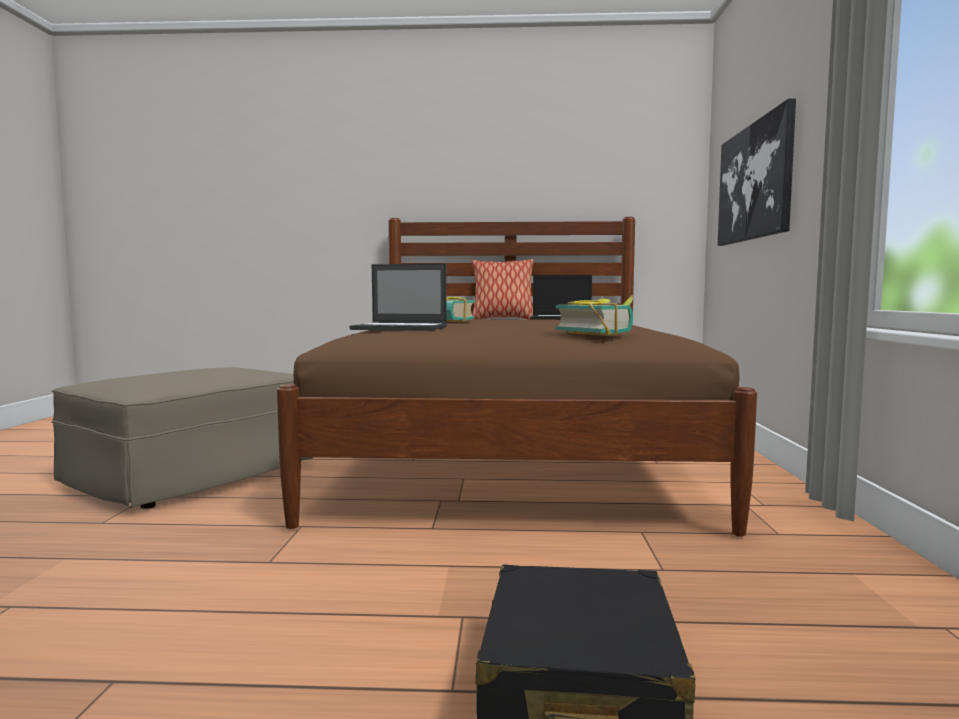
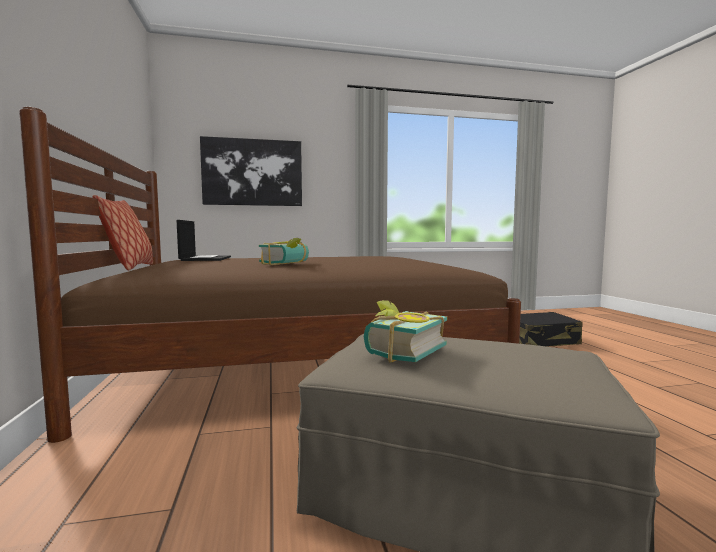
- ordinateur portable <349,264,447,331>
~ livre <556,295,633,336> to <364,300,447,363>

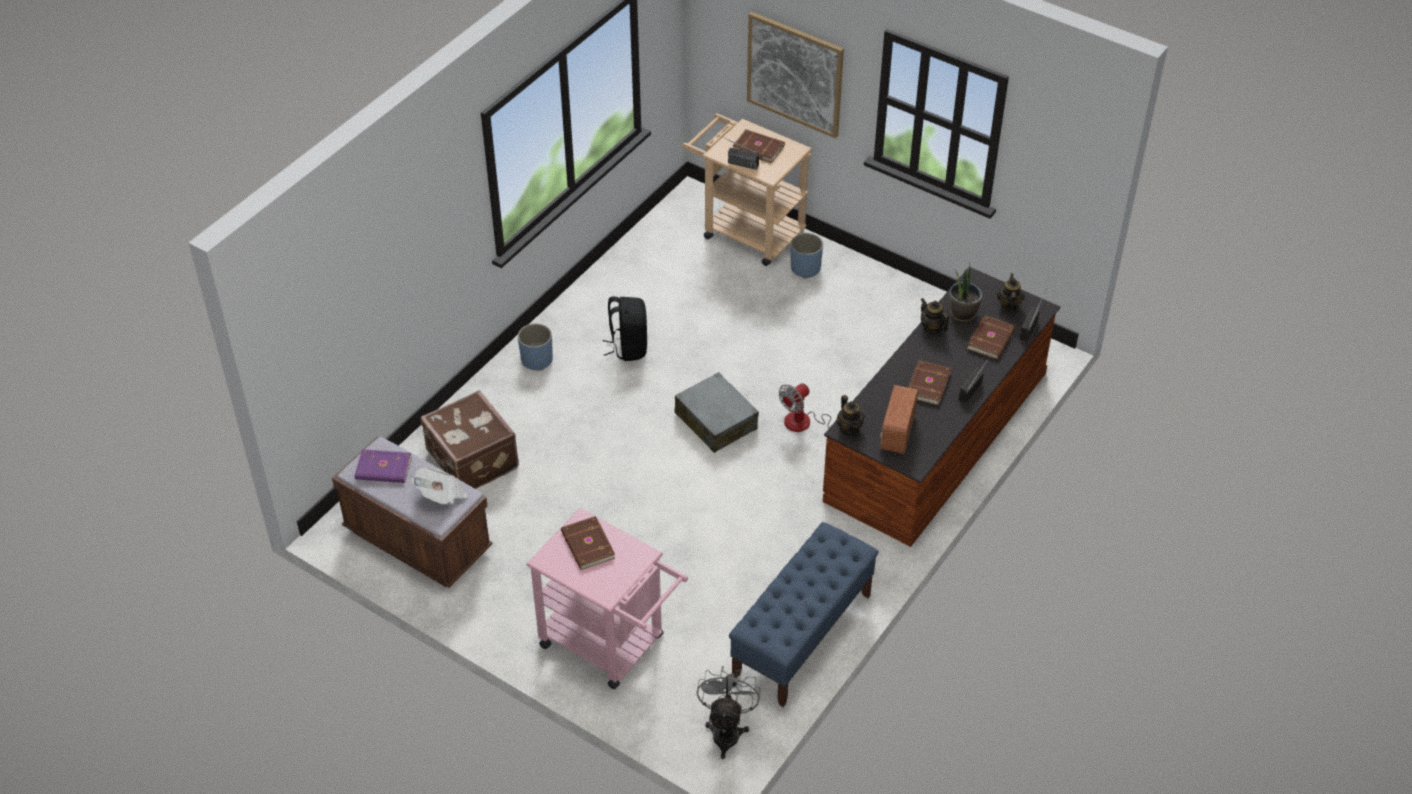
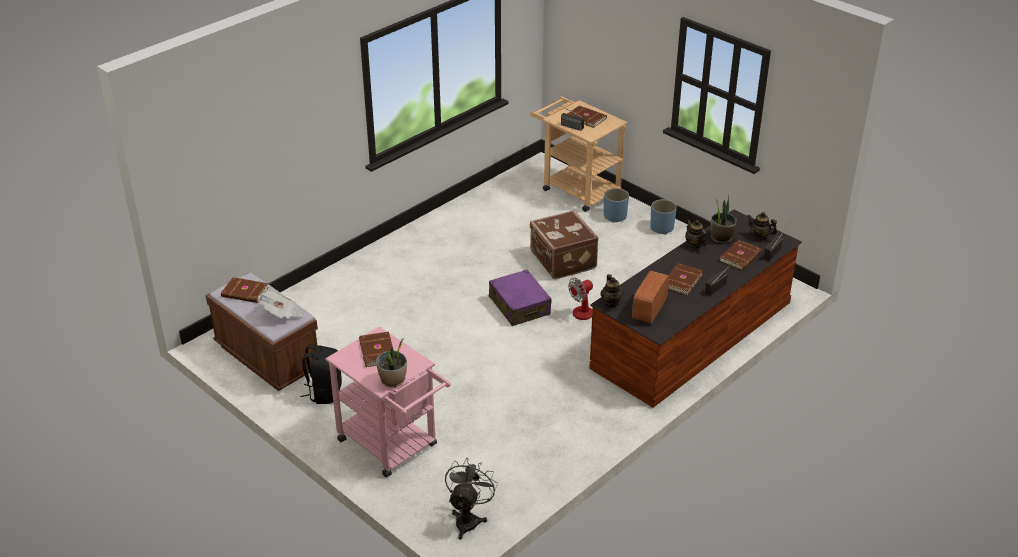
- tableau <747,12,844,138>
~ théière <997,273,1025,312> = <747,212,777,241> 75 degrees counterclockwise
~ sac à dos [noir] <603,296,647,361> to <300,344,342,404>
~ cache-pot [bleu] <518,323,553,371> to <650,199,677,234>
~ valise [gris] <675,372,759,453> to valise [violet] <489,270,551,326>
~ valise [marron] <420,390,519,489> to <530,210,598,279>
~ livre [violet] <355,449,412,483> to livre [marron] <221,277,269,303>
- banc [bleu] <729,522,879,707>
+ plante en pot <376,338,407,388>

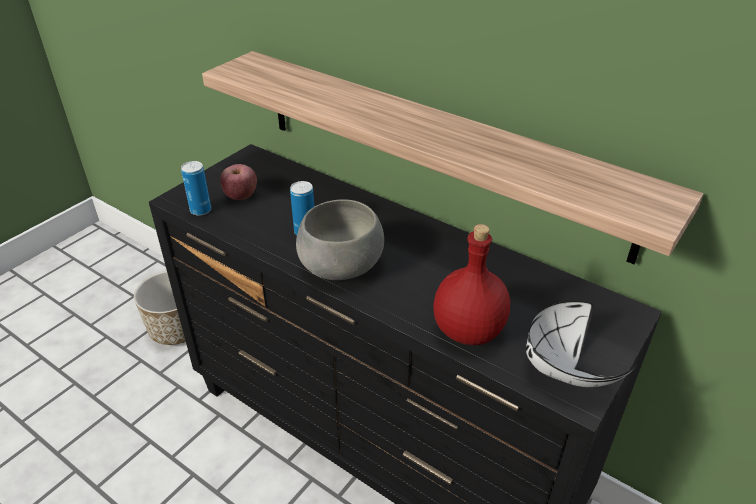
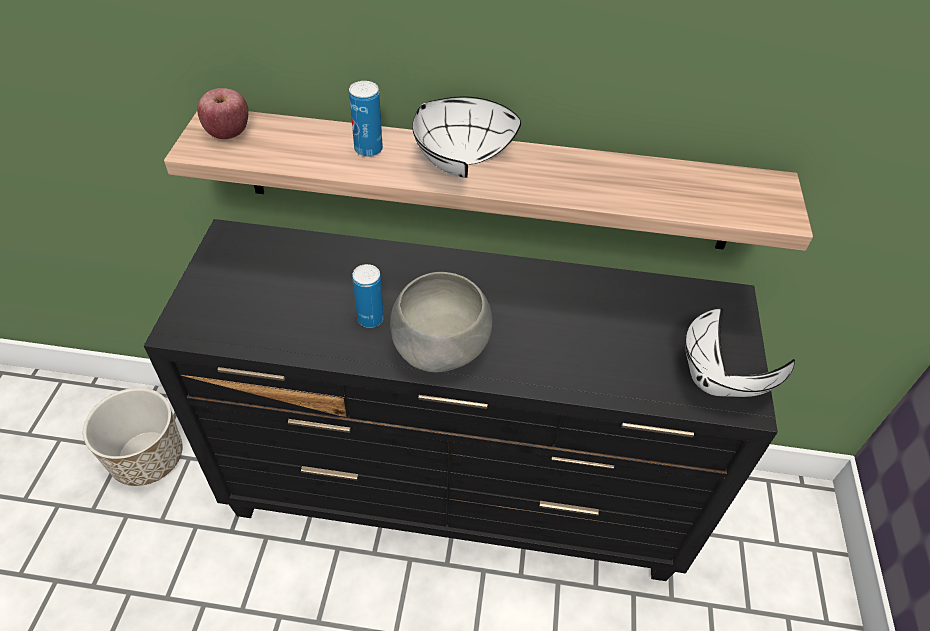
~ boîte métallique <181,161,211,216> to <349,81,383,157>
~ pomme <220,164,257,200> to <197,88,248,139>
- bouteille [rouge] <433,224,510,345>
+ bol [blanc] <412,96,521,178>

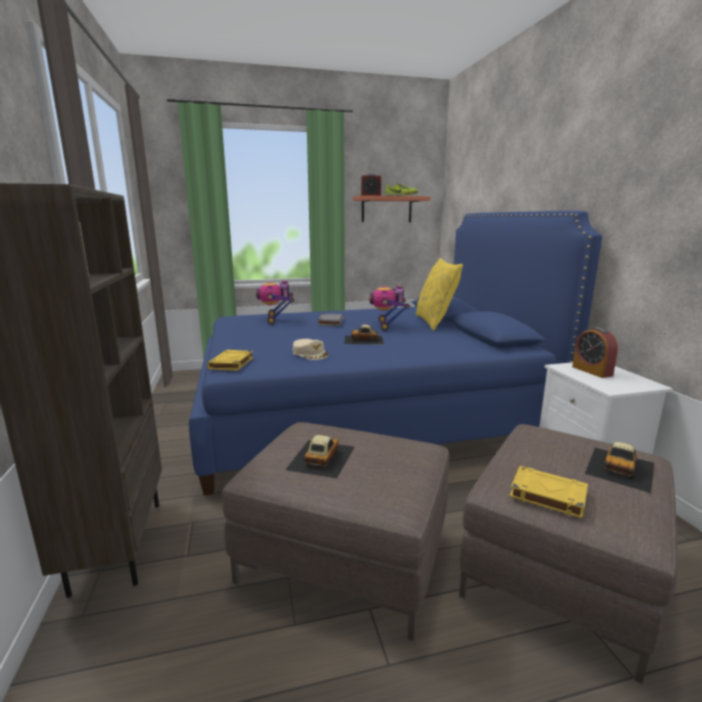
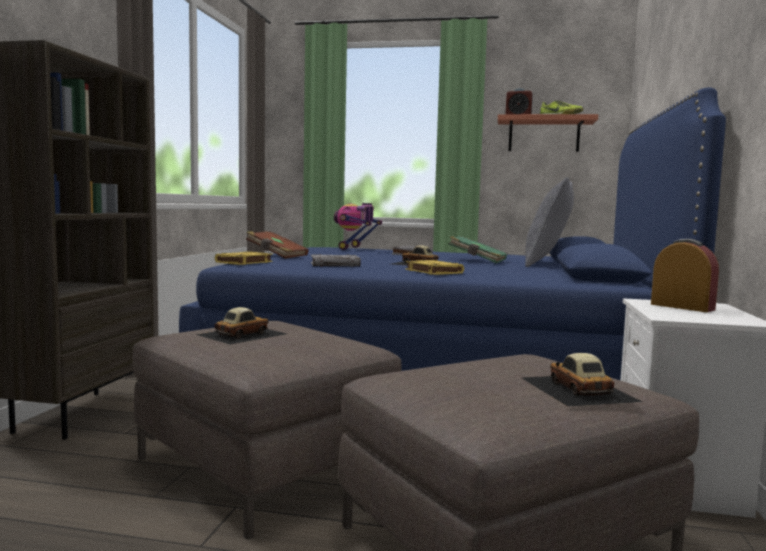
~ coussin [jaune] <416,258,463,331> to coussin [gris] <525,177,574,267>
~ robot jouet <368,285,410,330> to livre [vert] <448,236,507,263>
~ réveil <572,327,618,378> = <651,239,719,312> 135 degrees clockwise
~ casquette [beige] <293,339,328,360> to livre [gris] <311,254,361,267>
~ petite voiture <585,442,655,493> = <522,353,642,406> 105 degrees clockwise
~ livre [jaune] <510,466,588,519> to <405,260,464,275>
+ livre [marron] <246,231,309,259>

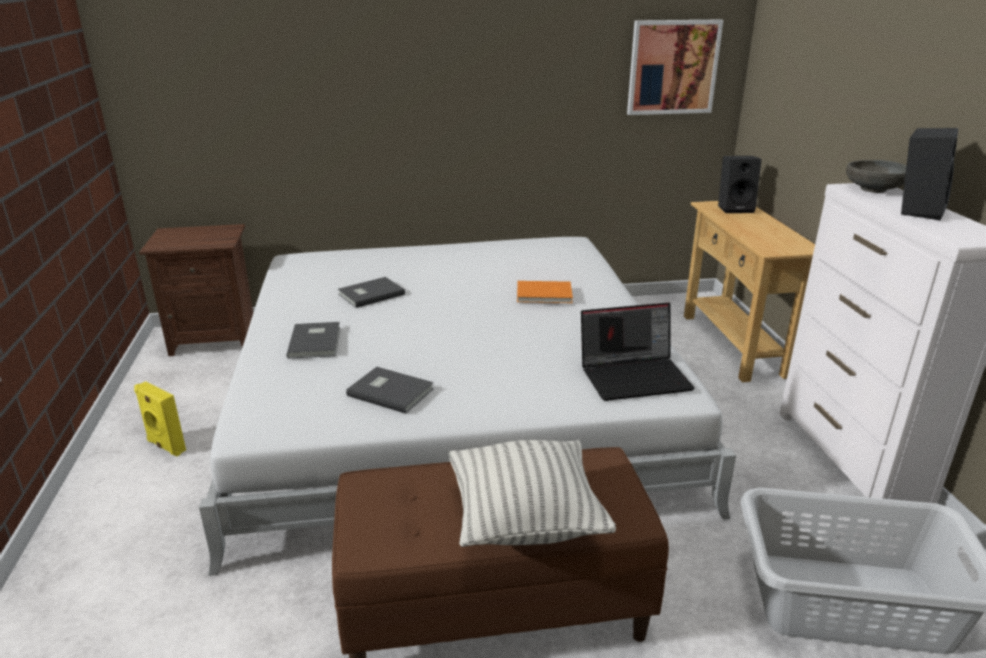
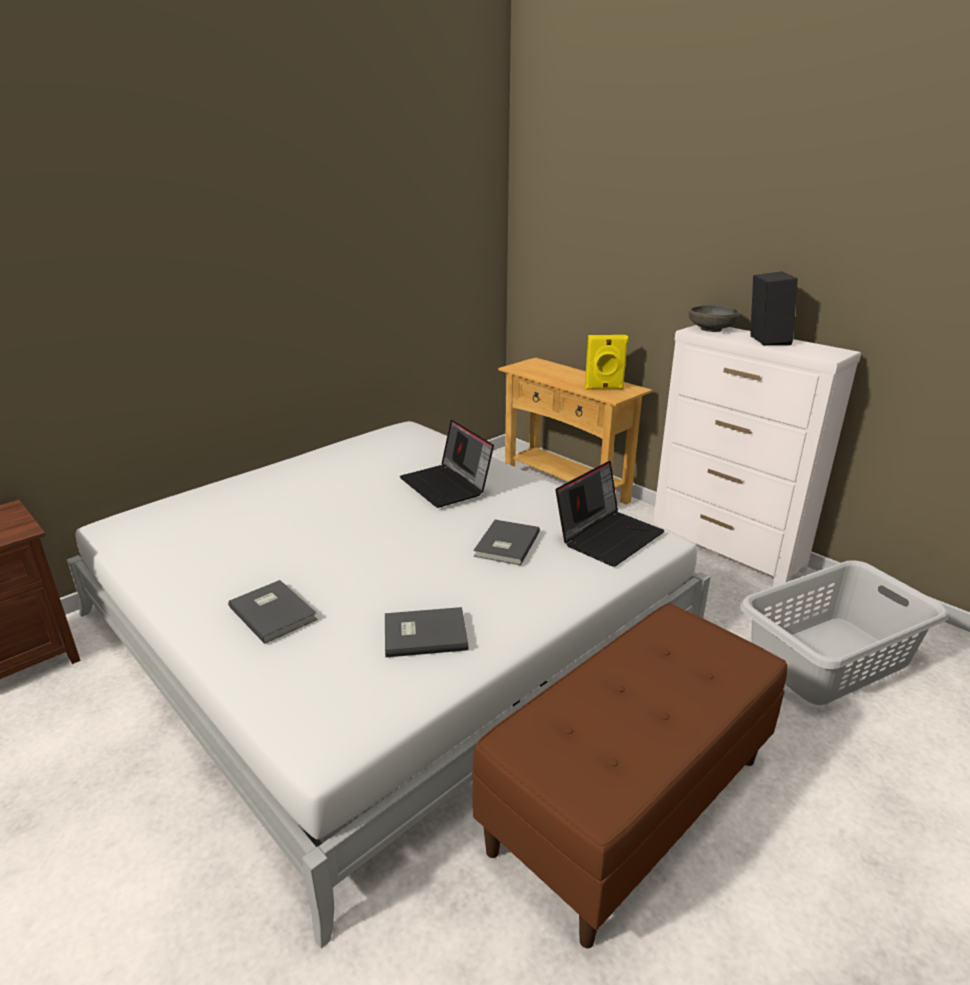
- tableau <627,20,723,115>
- enceinte [noir] <718,156,762,213>
~ livre [gris] <338,277,405,308> to <473,520,540,566>
~ livre [orange] <517,281,573,303> to ordinateur portable <399,420,494,508>
~ enceinte [jaune] <134,381,186,456> to <585,335,628,389>
- coussin <449,440,616,547>

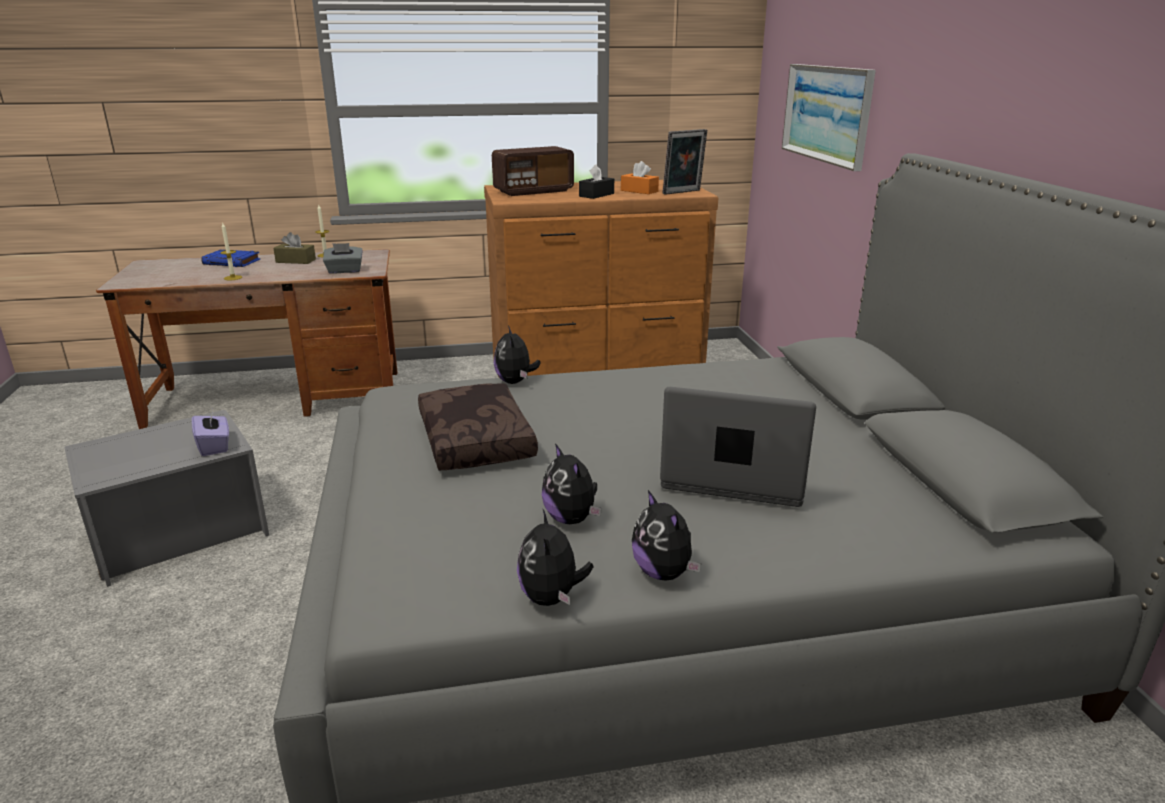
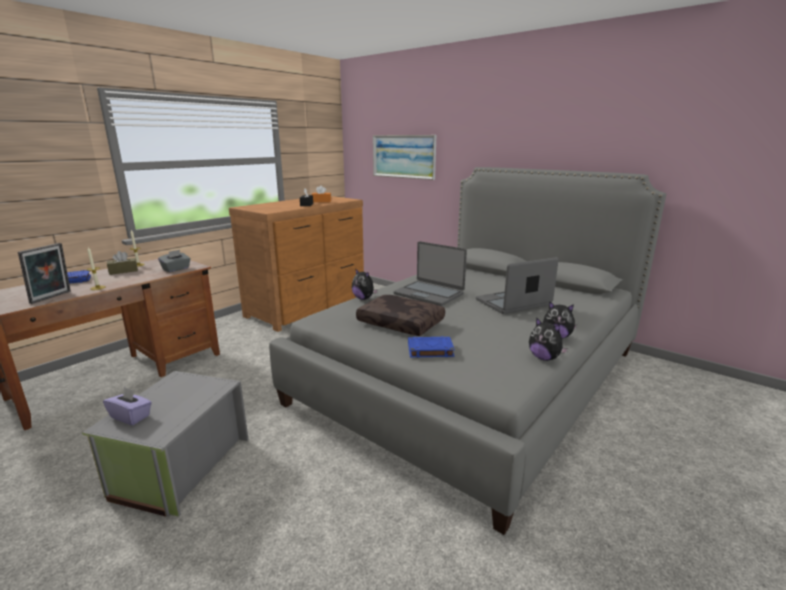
~ cadre photo <662,129,707,195> to <18,243,71,304>
- radio <492,146,574,196>
~ boîte à mouchoirs [violet] <192,409,229,456> to <103,387,152,425>
- peluche <542,443,602,524>
+ ordinateur portable <393,241,467,306>
+ livre [bleu] <408,336,455,358>

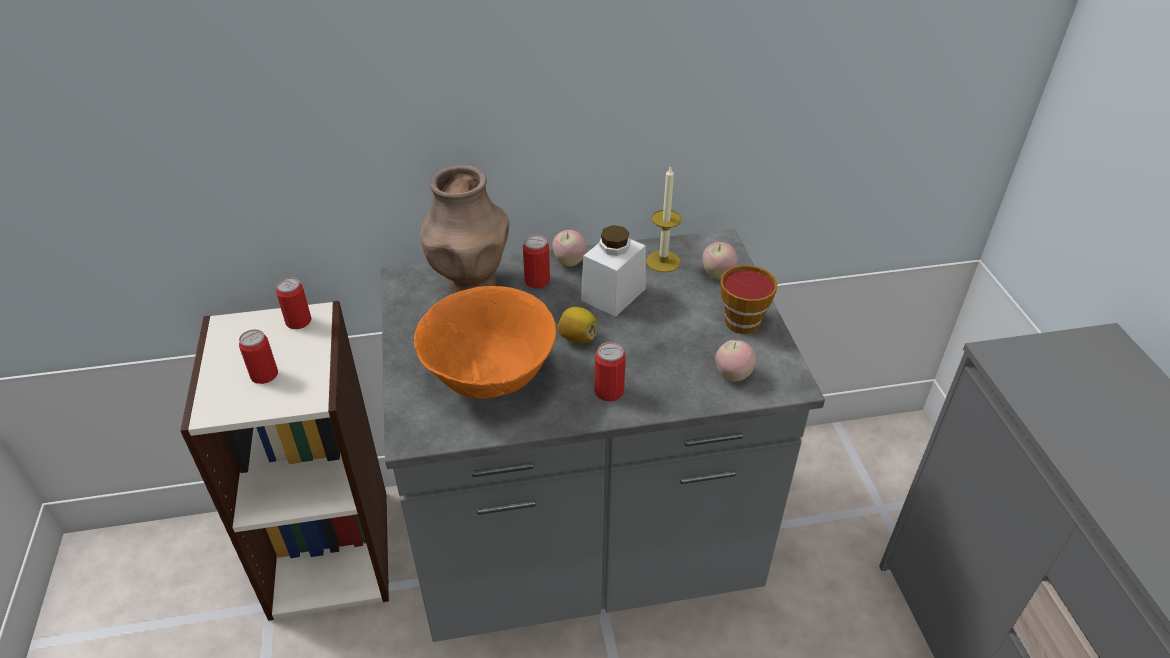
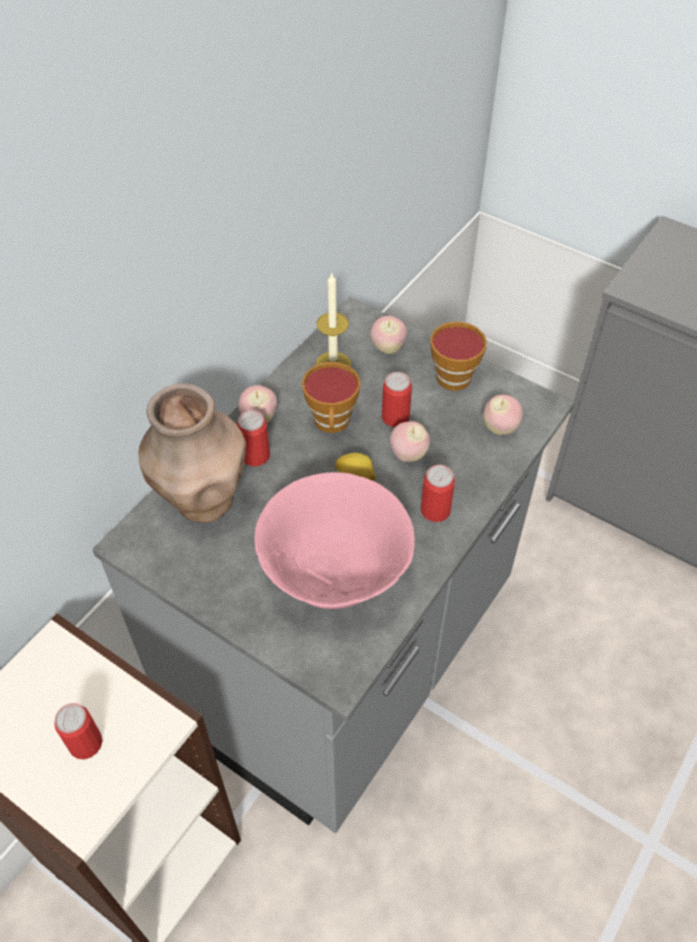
~ bocal [blanc] <581,225,646,317> to tasse <302,362,360,433>
~ boîte métallique <276,277,311,329> to <382,372,412,427>
~ bol [orange] <414,286,556,399> to bol [rose] <254,472,415,609>
+ pomme <390,421,430,462>

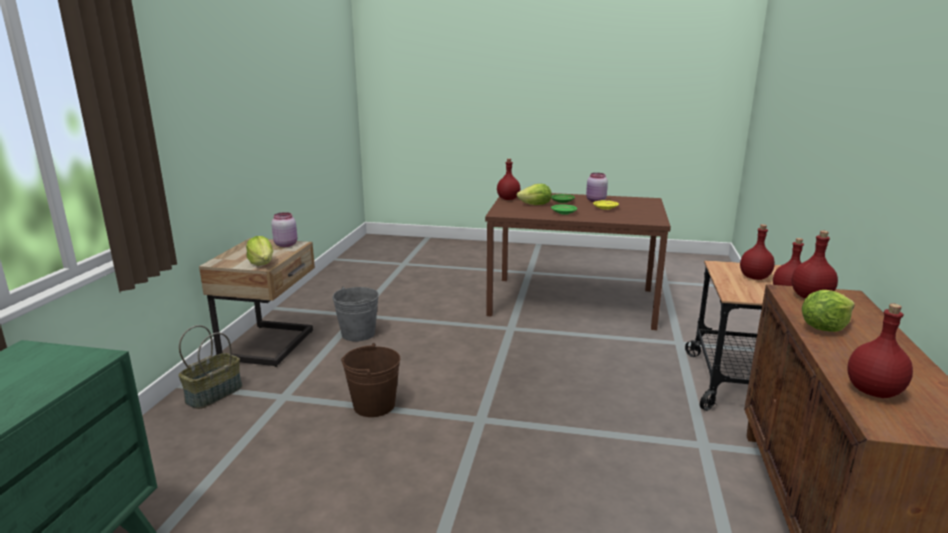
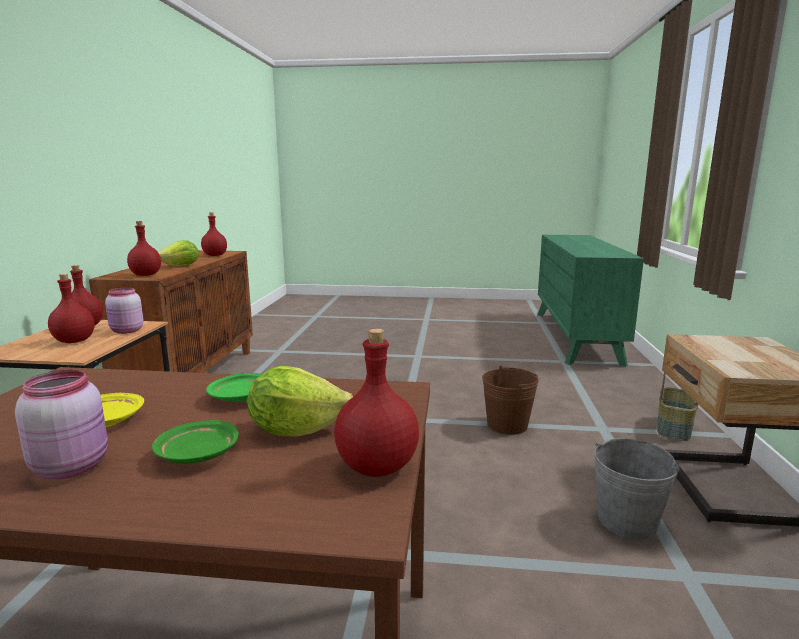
~ bocal [rose] <271,212,297,247> to <105,287,143,334>
- laitue <246,236,273,266>

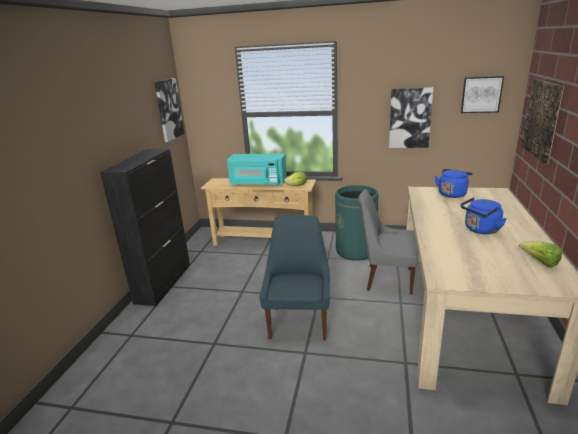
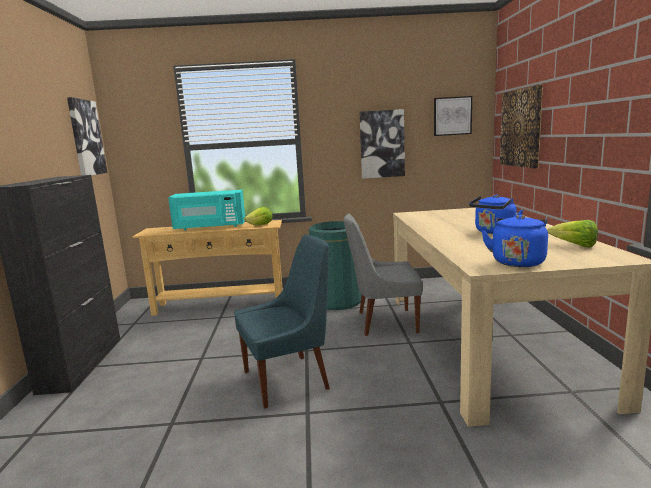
~ bouilloire [bleu] <435,169,473,198> to <482,214,548,267>
~ chaise [bleu] <259,215,330,340> = <234,234,330,408> 75 degrees clockwise

